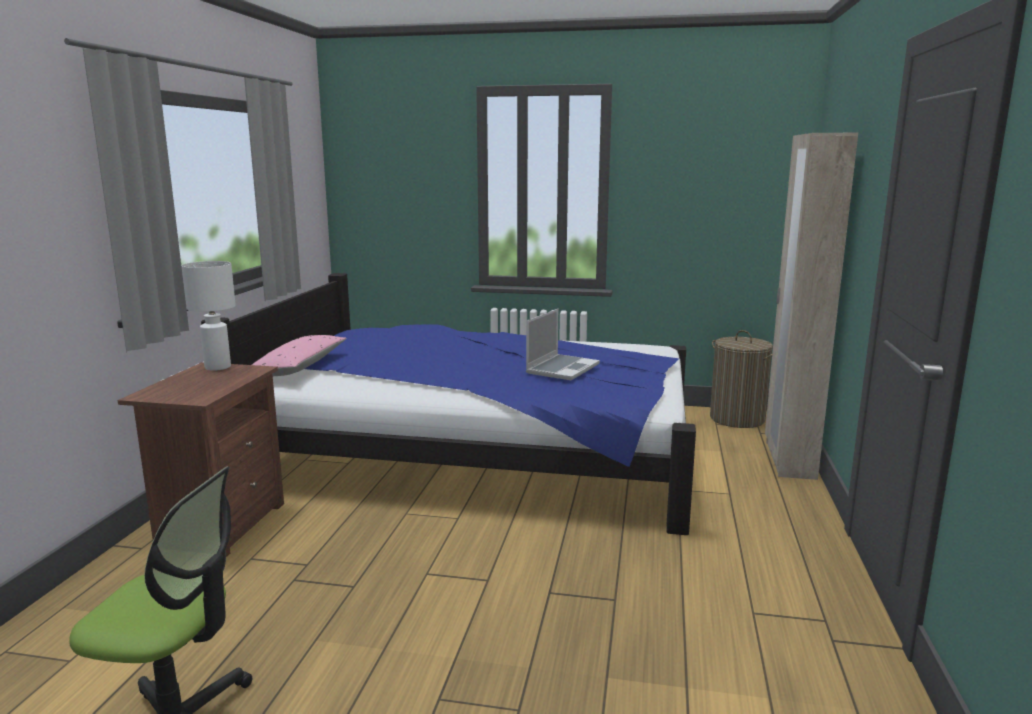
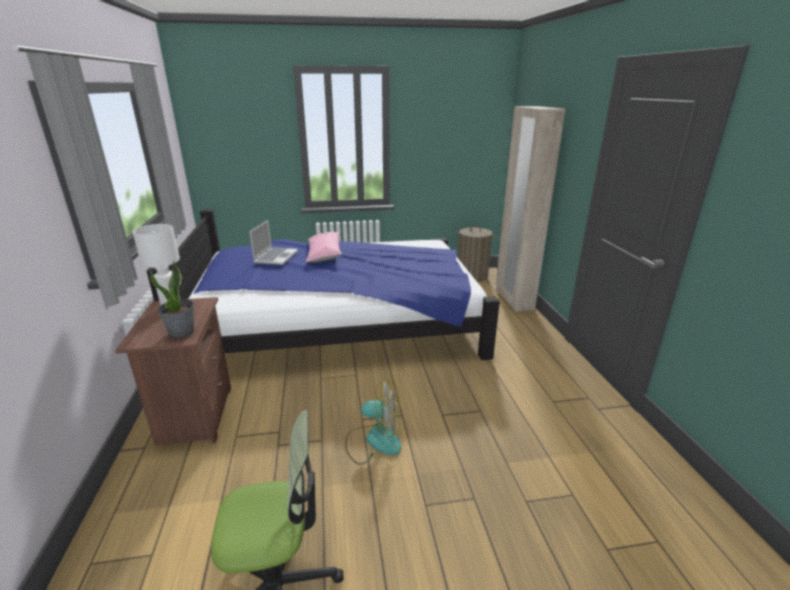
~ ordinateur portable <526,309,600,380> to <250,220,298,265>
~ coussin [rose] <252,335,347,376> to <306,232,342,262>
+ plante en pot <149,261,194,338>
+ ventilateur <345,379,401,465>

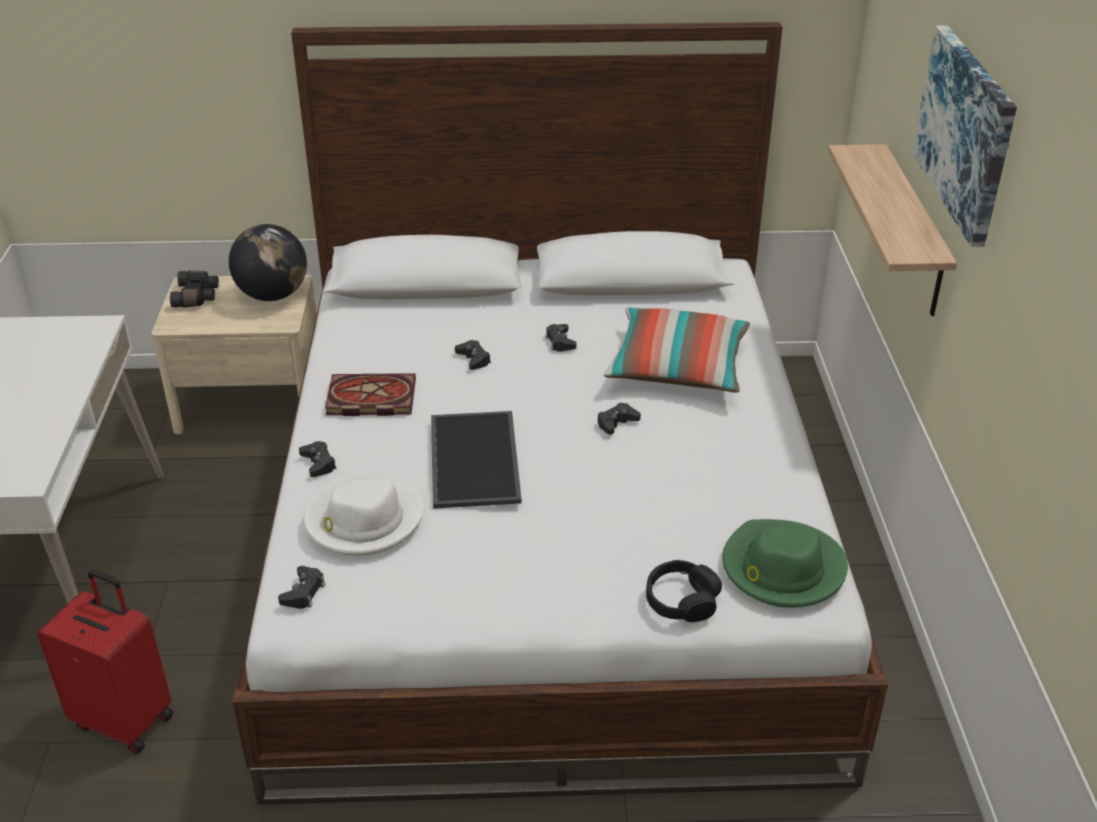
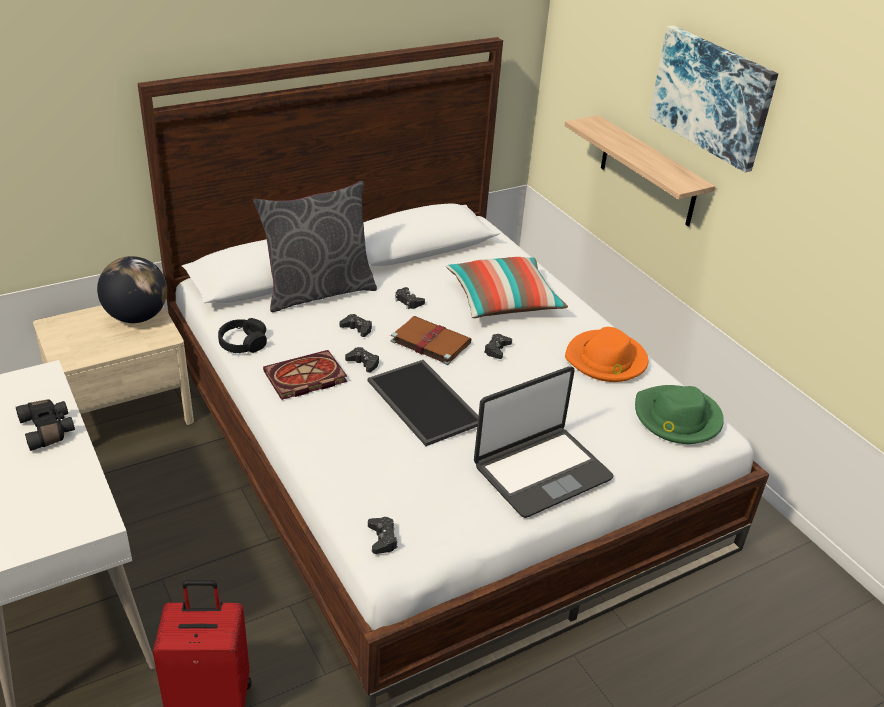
~ jumelles [noir] <170,270,219,308> to <16,399,75,451>
~ manette [noir] <299,441,337,477> to <345,347,379,372>
- chapeau [blanc] <303,474,424,556>
~ casque audio [noir] <646,560,722,622> to <218,318,267,353>
+ coussin [gris] <253,181,377,312>
+ livre [marron] <390,316,471,365>
+ chapeau [orange] <565,327,648,382>
+ ordinateur portable <474,366,614,518>

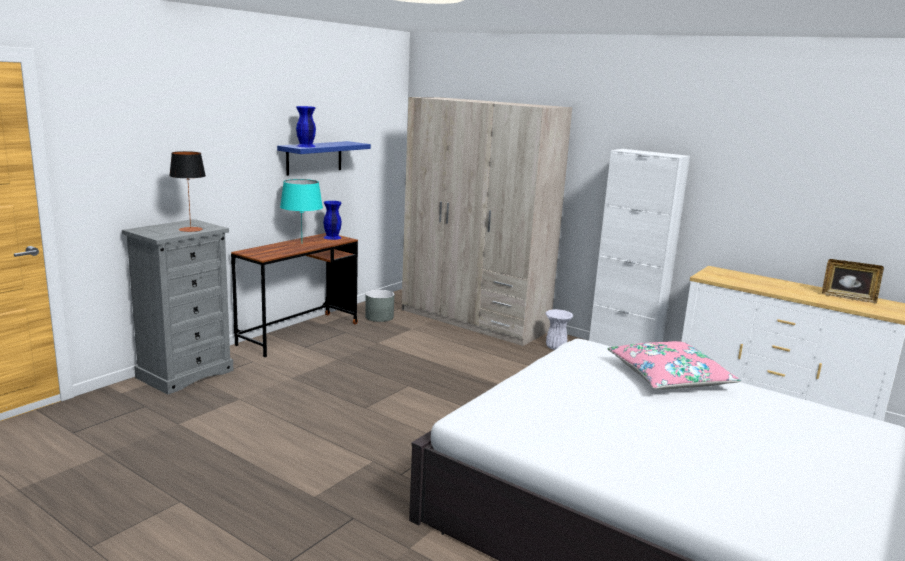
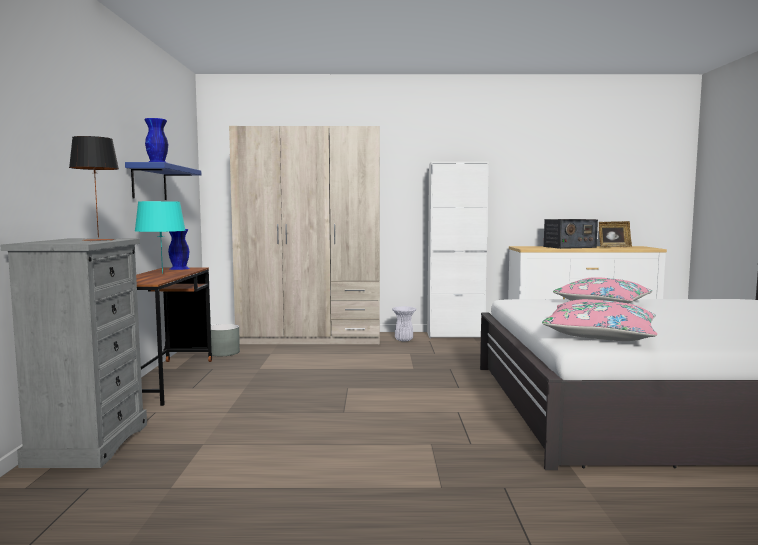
+ radio <544,219,598,249>
+ coussin [rose] <542,299,657,341>

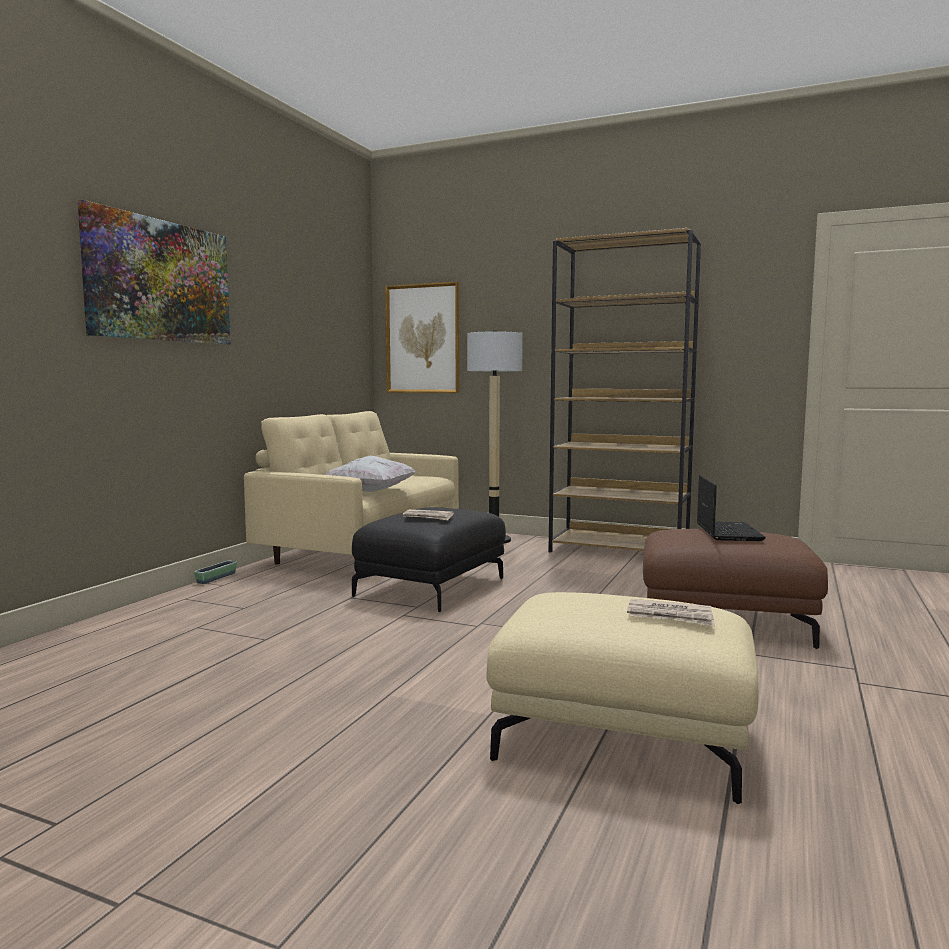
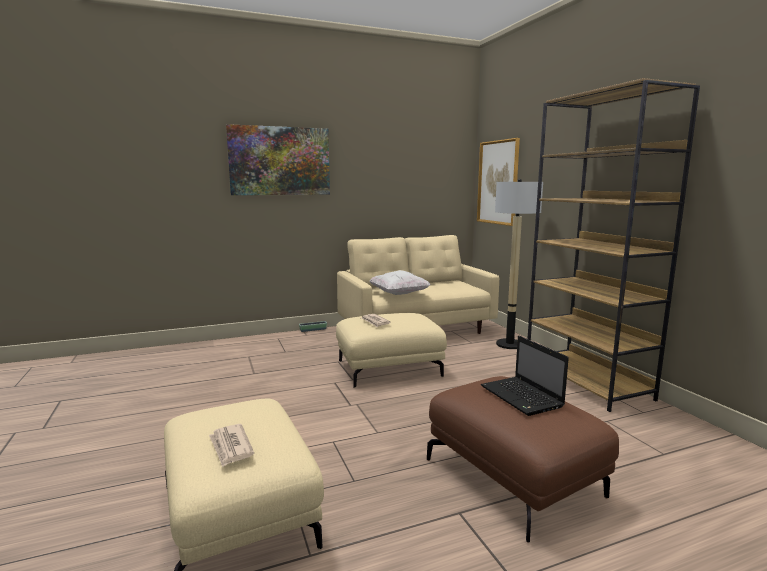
~ ordinateur portable <697,475,766,541> = <481,336,569,416> 105 degrees clockwise
~ pouf [noir] <352,507,506,612> to pouf [beige] <336,313,447,388>

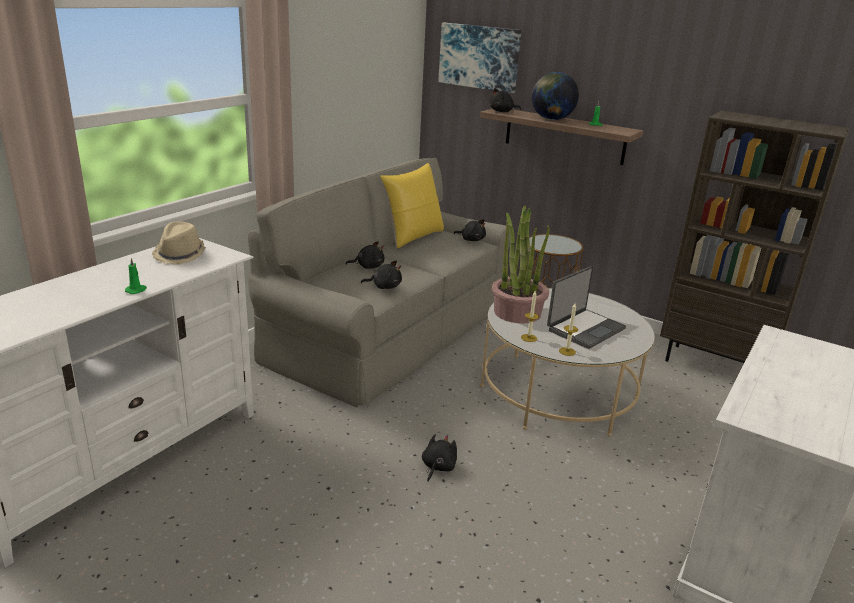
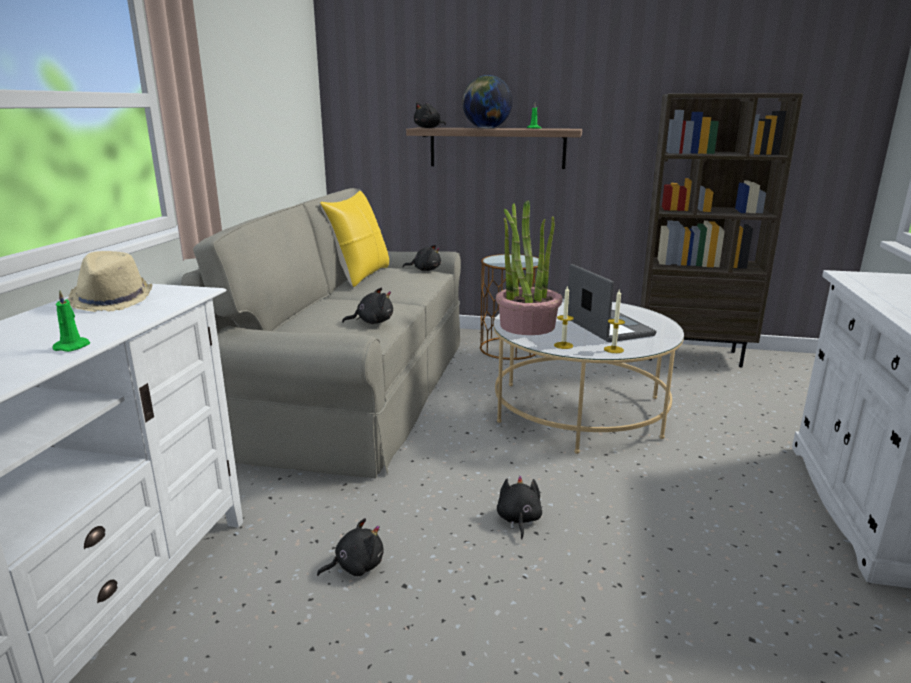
- tableau <438,23,521,93>
~ peluche [noir] <346,241,385,269> to <317,518,384,576>
~ ordinateur portable <547,266,626,349> = <568,264,657,342> 45 degrees counterclockwise

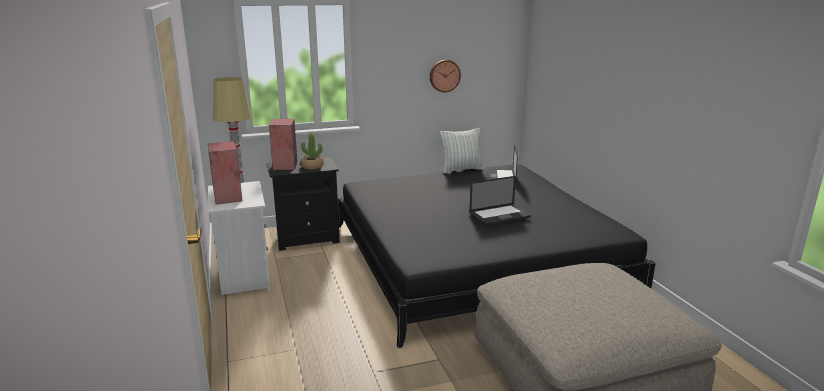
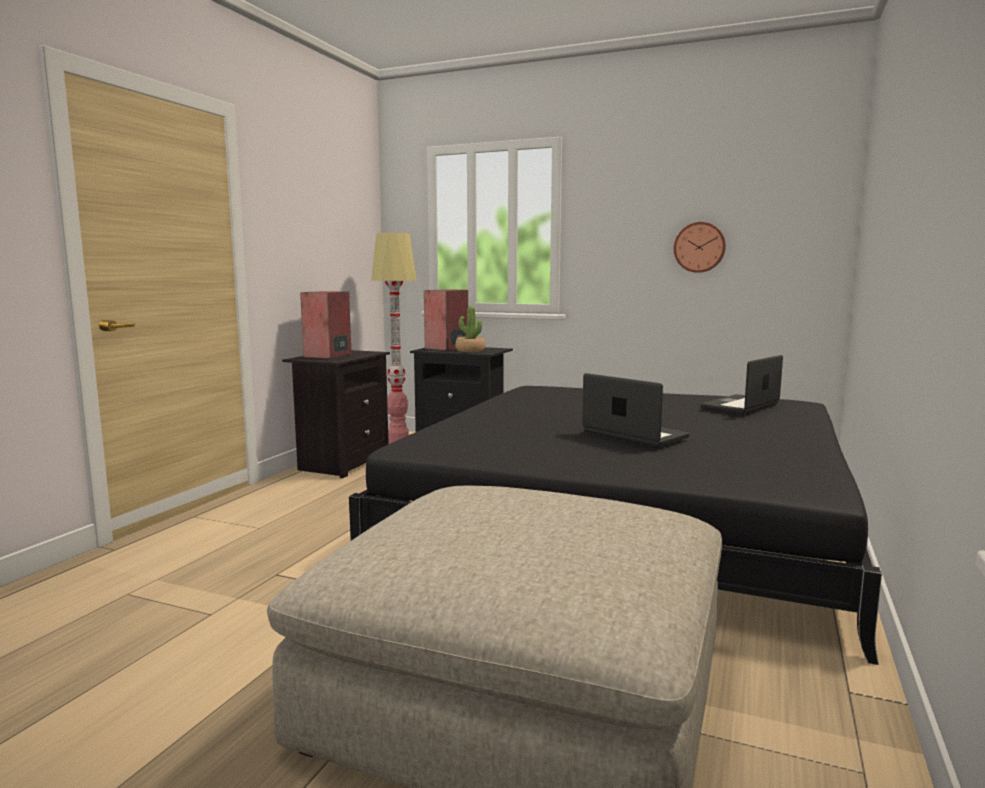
- coussin <439,128,484,173>
~ ordinateur portable <470,176,531,226> = <582,373,690,447> 150 degrees counterclockwise
~ table de chevet [blanc] <207,181,271,295> to table de chevet [noir] <282,350,390,479>

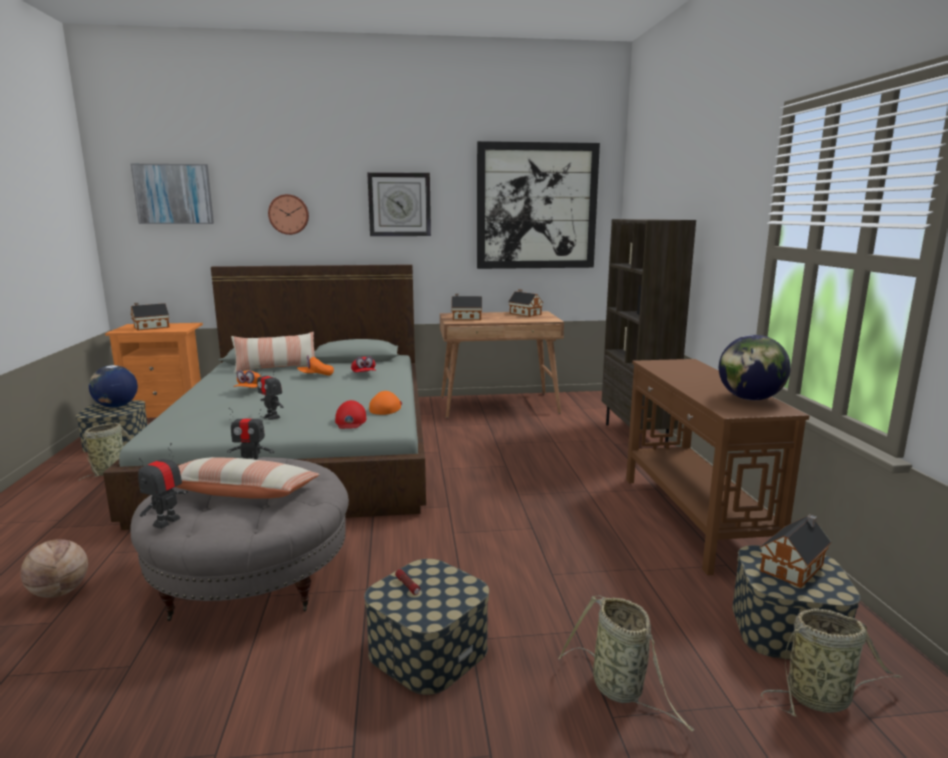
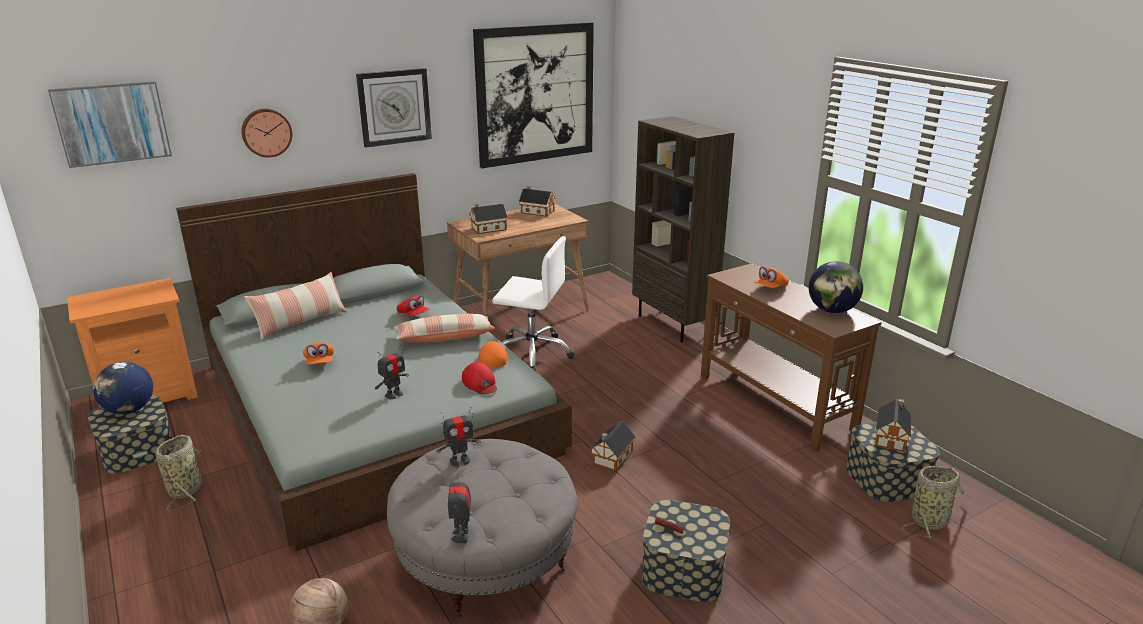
~ maison miniature <131,303,169,331> to <590,421,636,471>
~ casquette [orange] <297,355,334,376> to <754,266,789,288>
~ robot jouet <257,366,284,420> = <375,344,409,399> 60 degrees counterclockwise
~ coussin <176,457,320,499> to <394,314,495,343>
- panier <559,595,694,731>
+ chaise de bureau [blanc] <492,236,574,371>

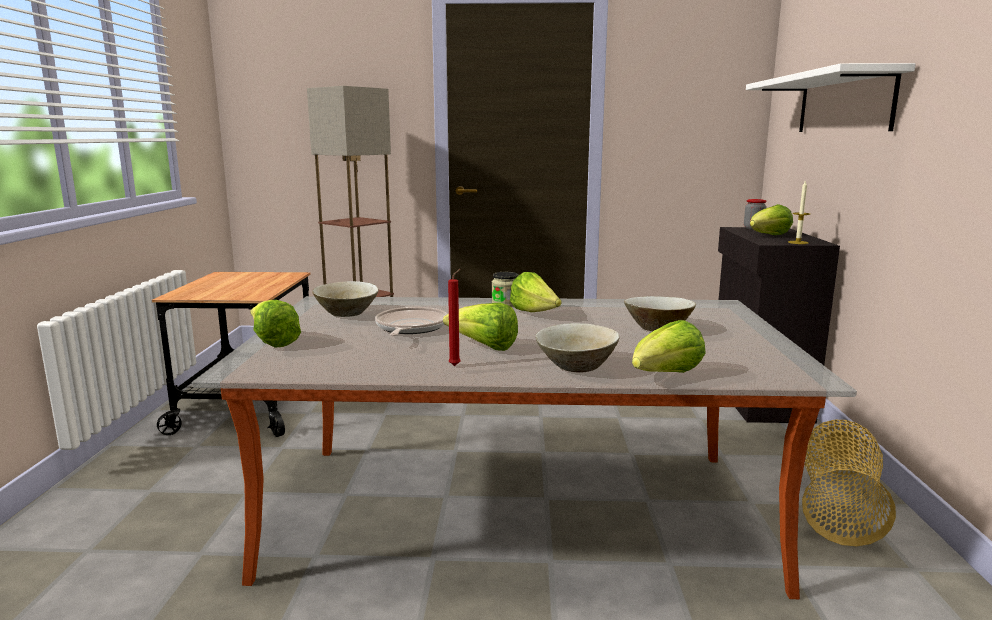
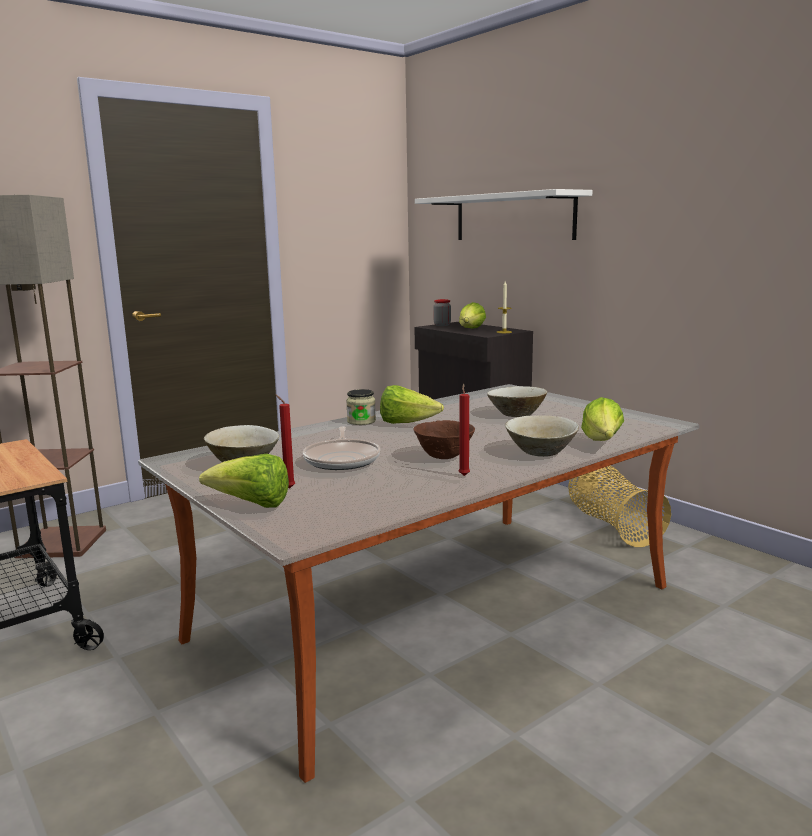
~ laitue <443,302,518,351> to bol [marron] <413,420,475,459>
~ poêle <375,307,447,336> = <303,426,380,470> 150 degrees counterclockwise
+ bougie [rouge] <275,394,295,489>

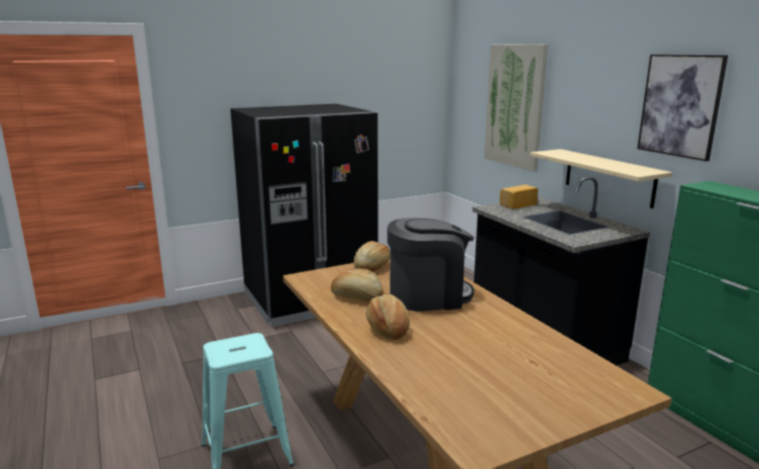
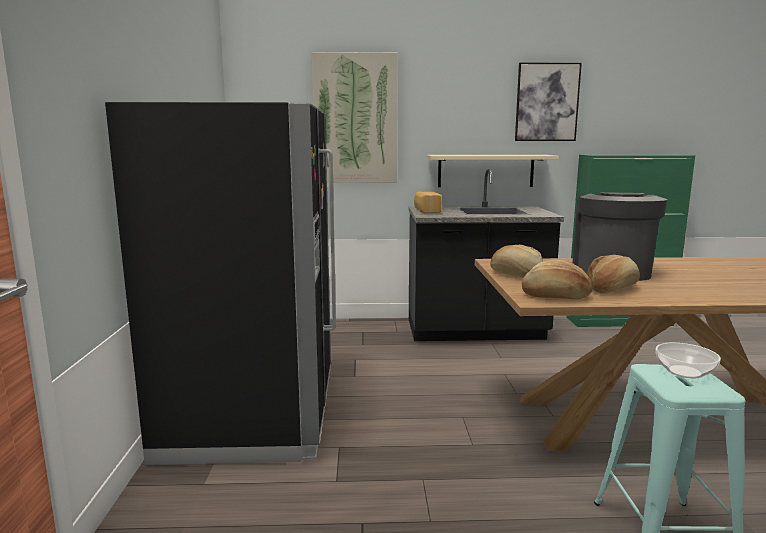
~ pain <366,295,410,340> to <522,260,593,299>
+ bol <655,343,721,378>

